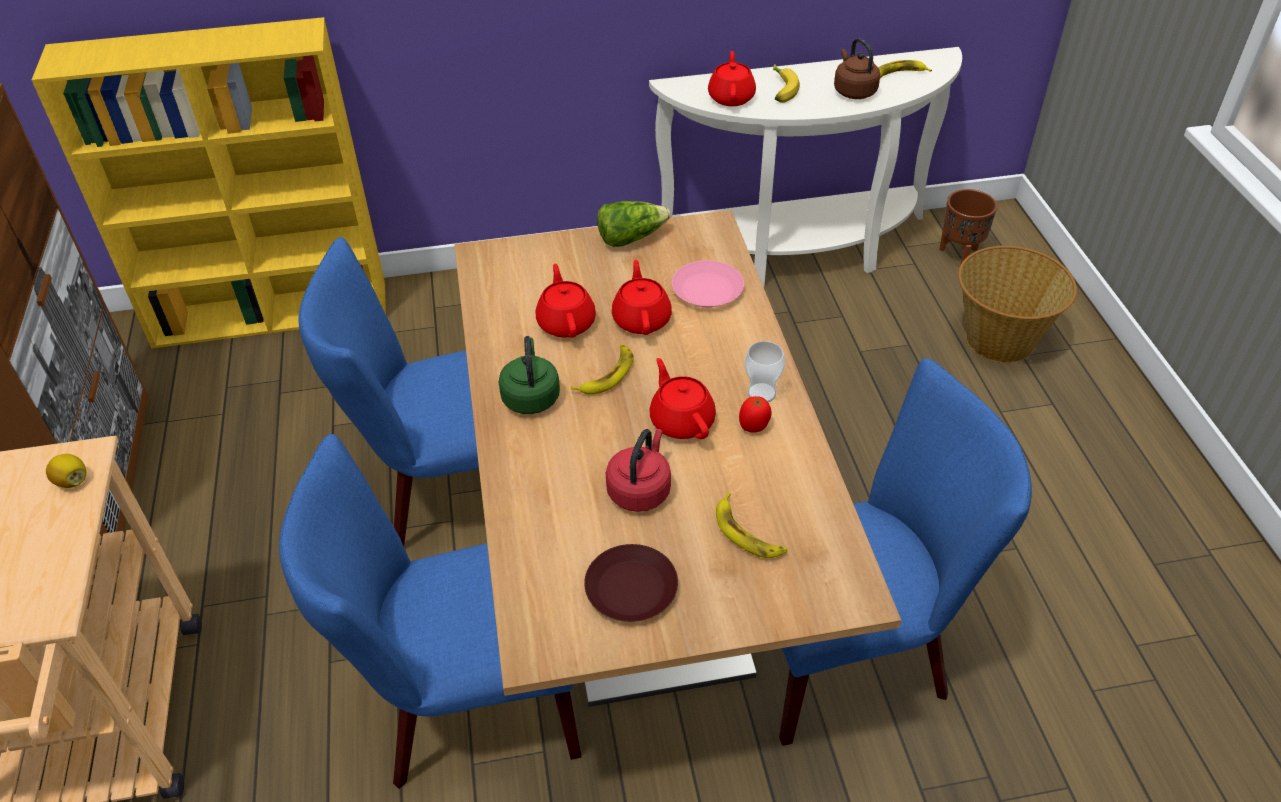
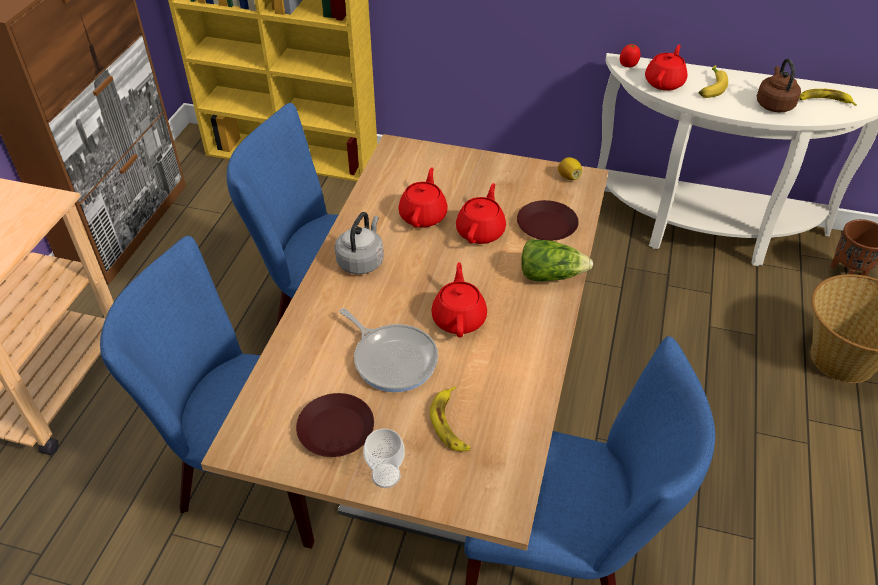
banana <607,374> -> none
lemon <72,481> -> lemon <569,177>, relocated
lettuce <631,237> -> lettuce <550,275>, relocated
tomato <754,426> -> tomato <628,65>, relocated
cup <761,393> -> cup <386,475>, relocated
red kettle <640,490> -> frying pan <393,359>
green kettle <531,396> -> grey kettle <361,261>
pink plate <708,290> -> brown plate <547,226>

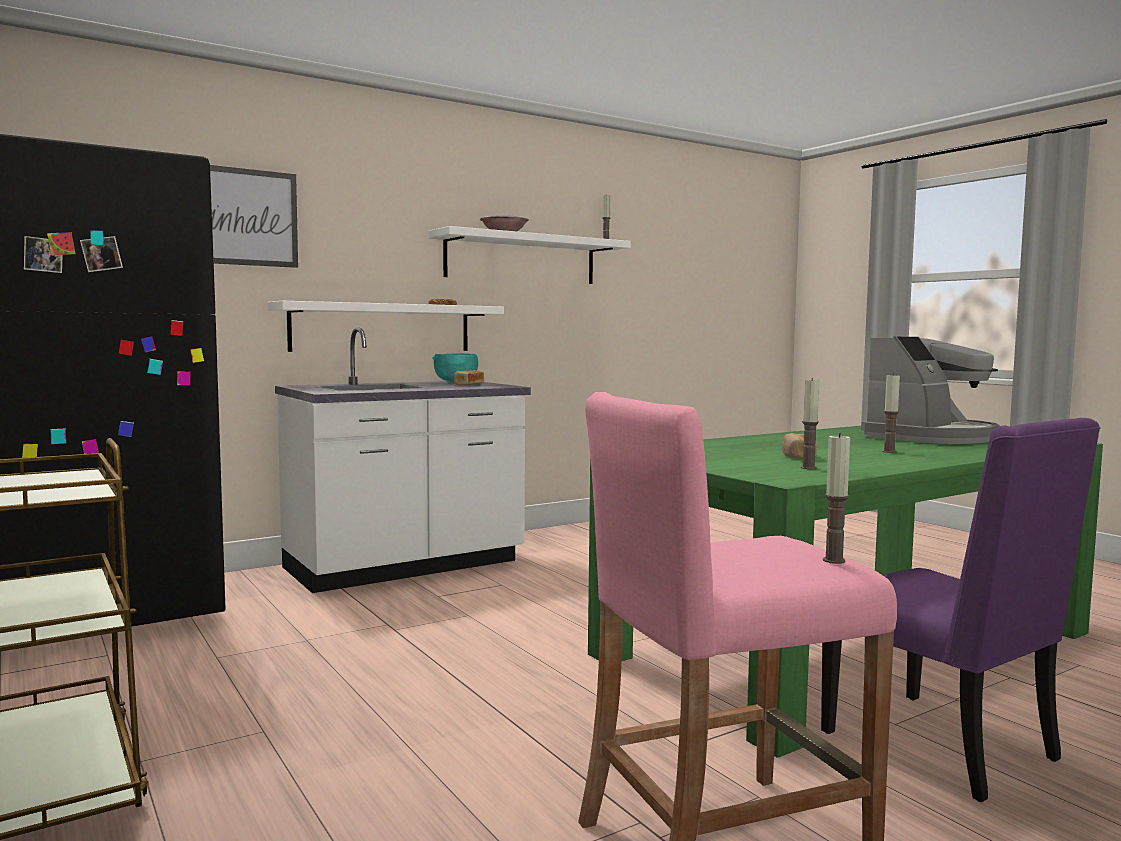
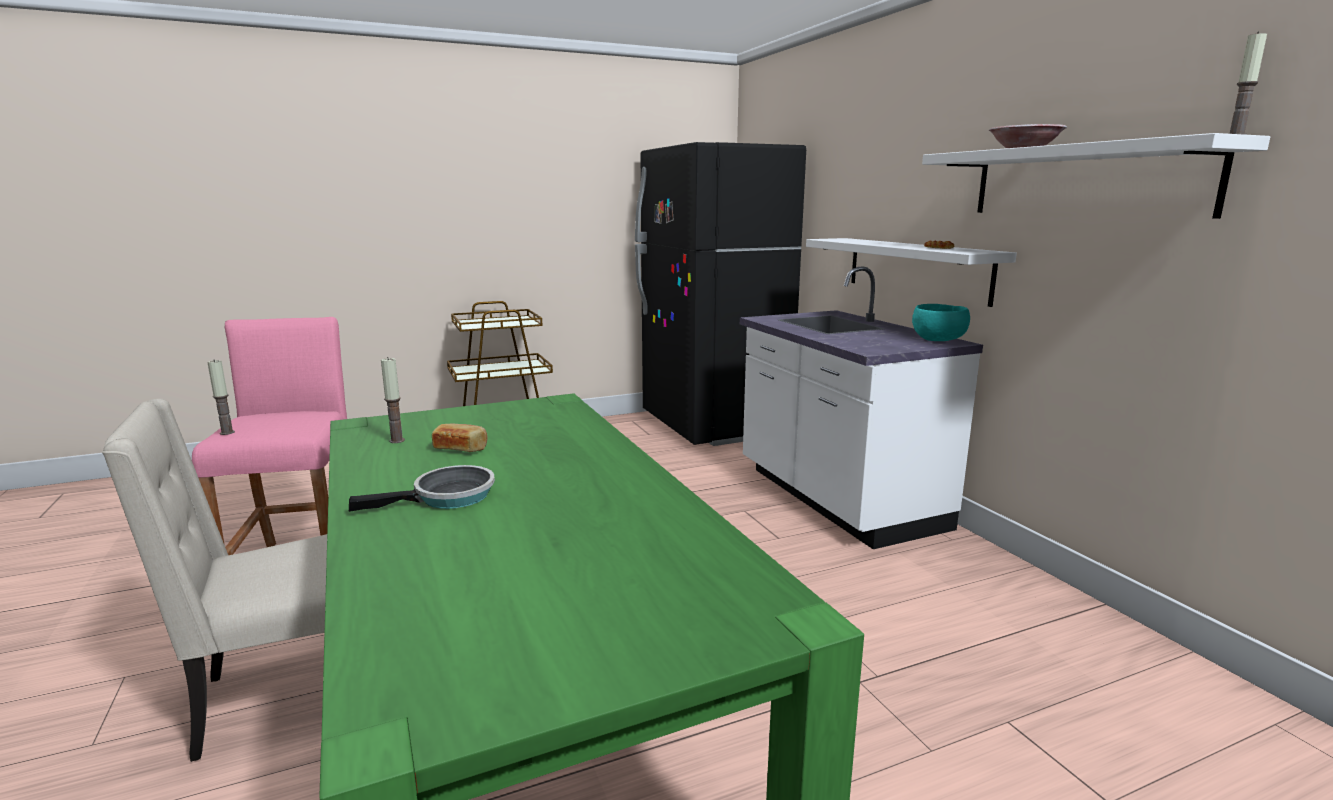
picture <248,217> -> none
bread <468,385> -> none
coffee machine <930,437> -> none
candle <889,452> -> frying pan <448,497>
purple chair <944,747> -> beige chair <284,697>

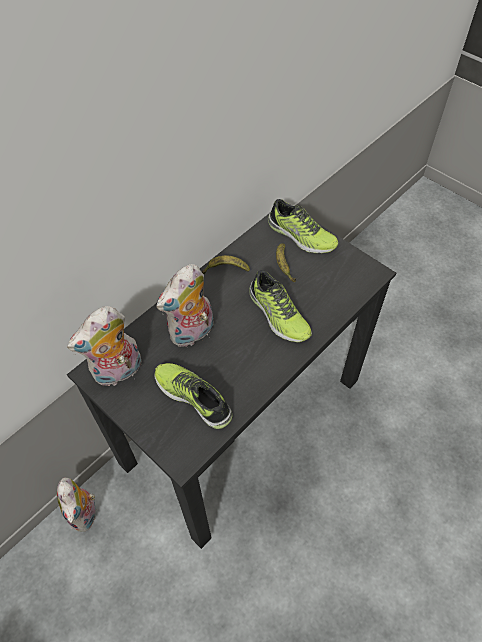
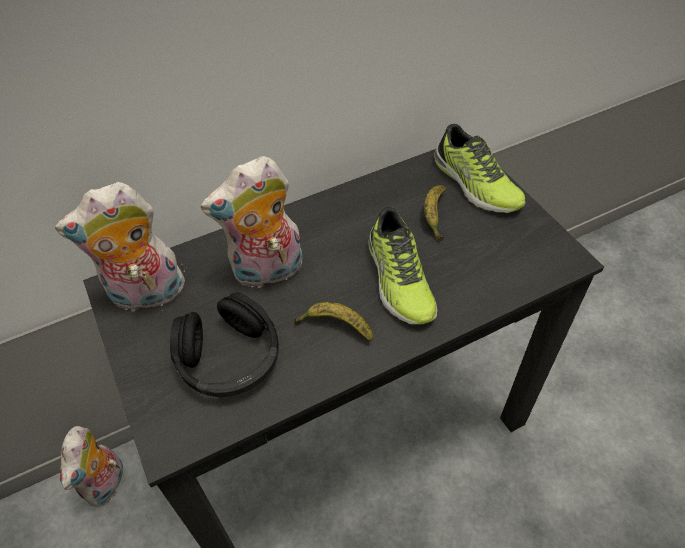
banana <225,269> -> banana <335,326>, relocated
shoe <194,396> -> black headphones <229,358>

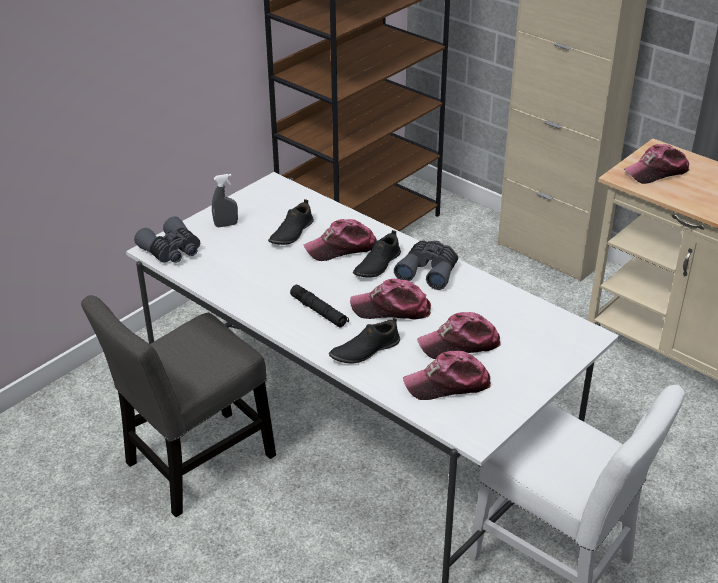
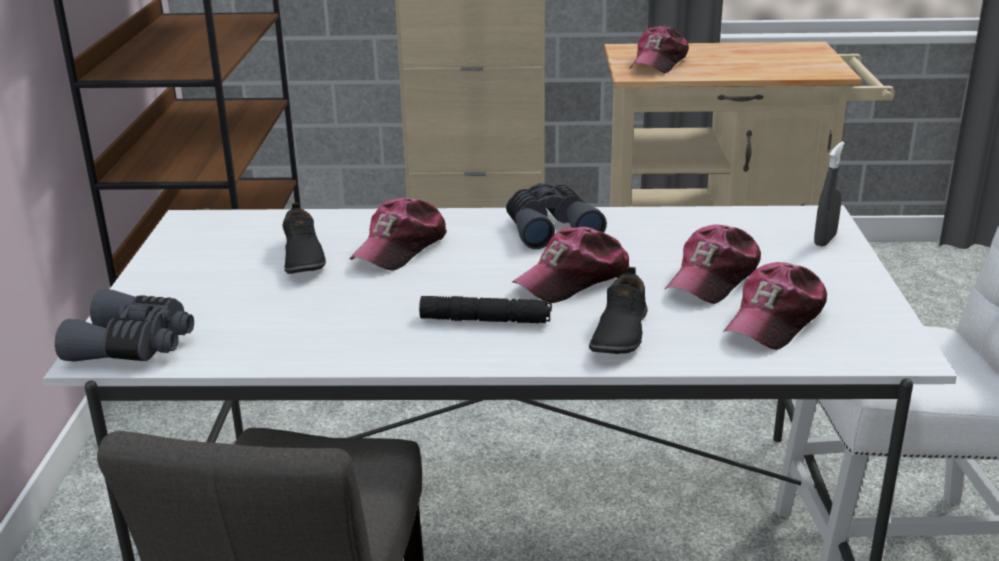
black shoe <377,265> -> none
grey spray bottle <226,225> -> grey spray bottle <825,240>, relocated

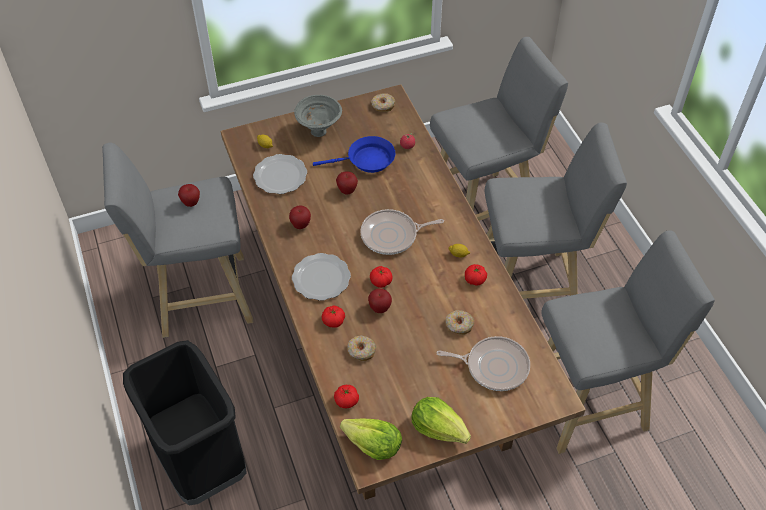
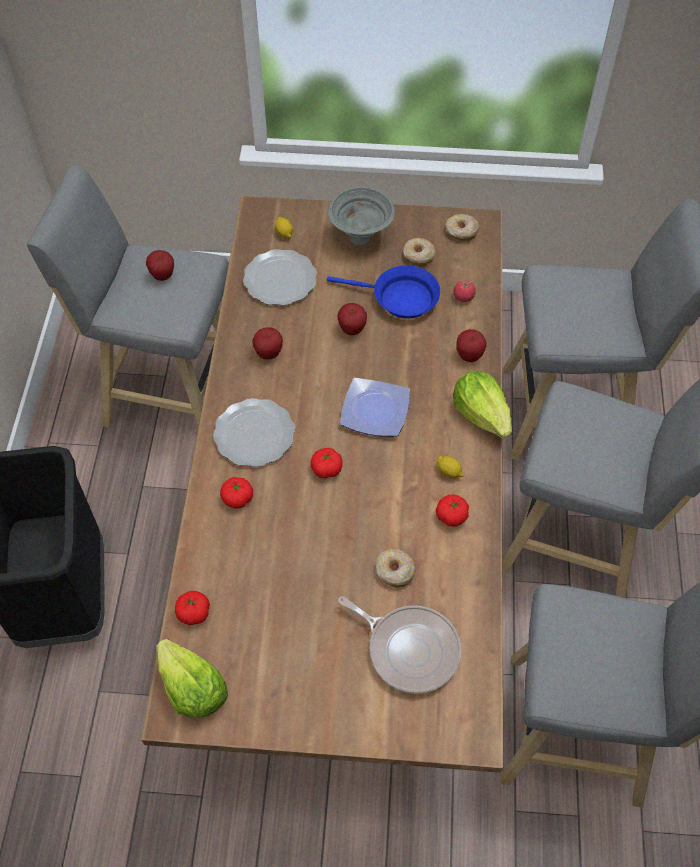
donut <361,351> -> donut <418,256>, relocated
apple <379,308> -> apple <469,356>, relocated
lettuce <439,428> -> lettuce <482,414>, relocated
frying pan <392,235> -> plate <376,412>

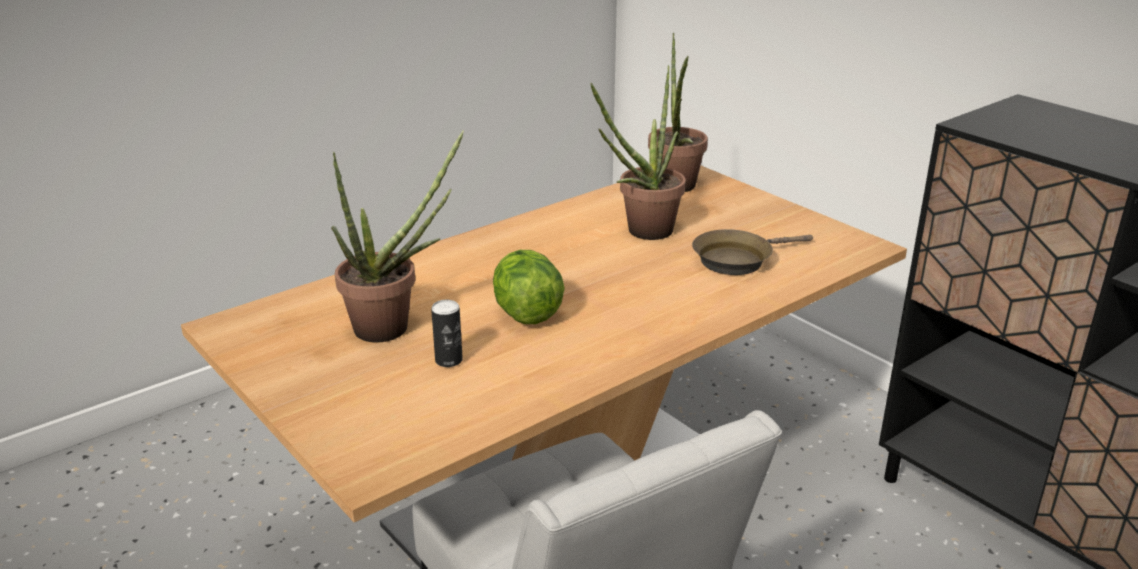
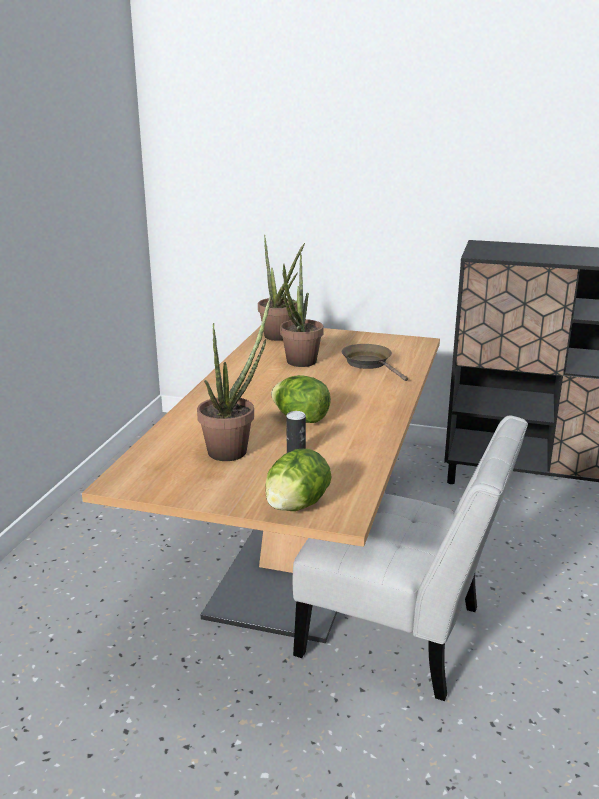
none -> lettuce <296,506>
brown frying pan <737,259> -> brown frying pan <369,363>, 120 degrees clockwise

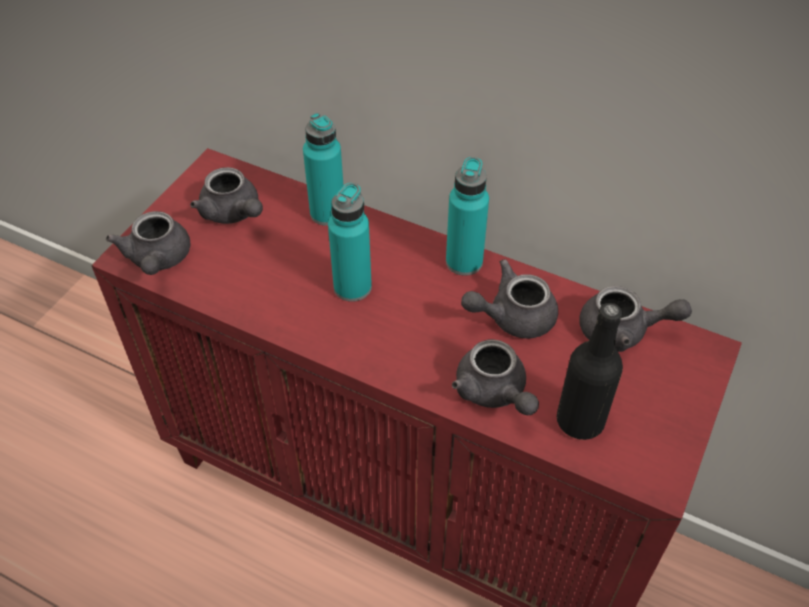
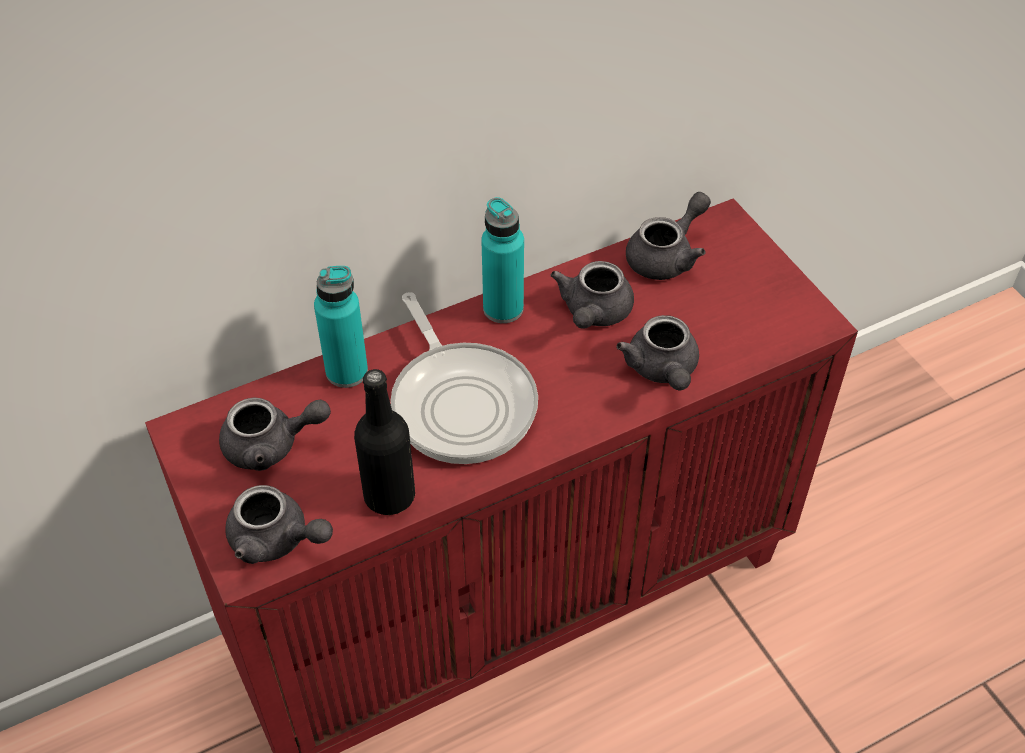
black bottle <580,421> -> black bottle <389,496>, relocated
turquoise bottle <352,287> -> frying pan <461,402>
grey teapot <494,393> -> grey teapot <662,370>, 75 degrees clockwise

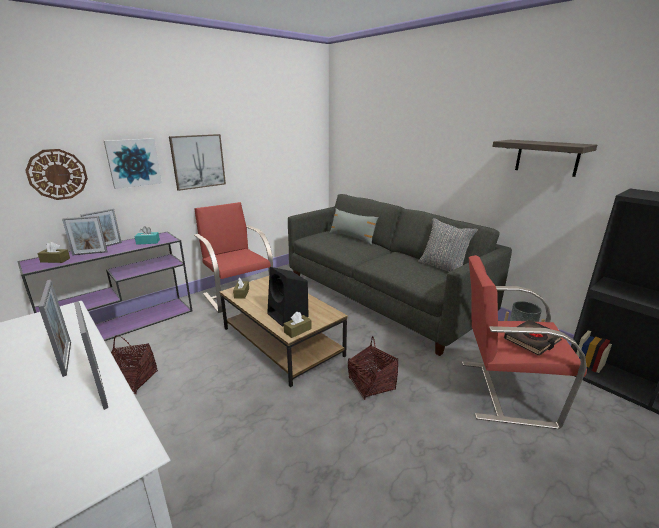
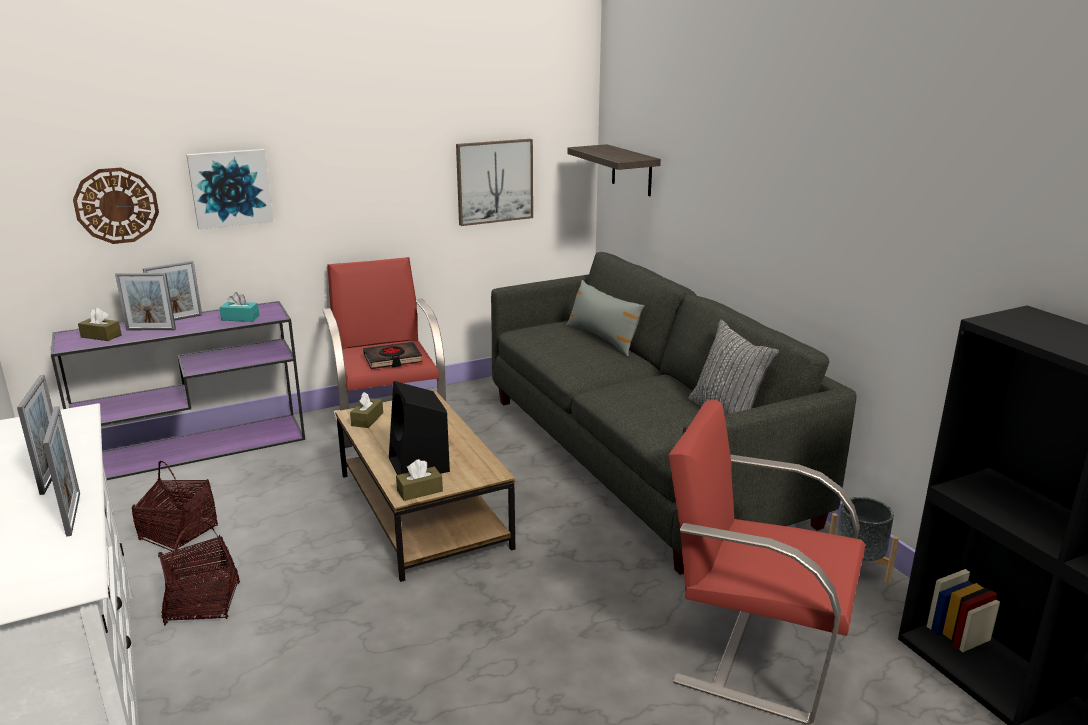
picture <198,161> -> picture <494,181>, relocated
basket <371,384> -> basket <203,603>, relocated
shelf <547,157> -> shelf <631,170>, relocated
black book <532,340> -> black book <392,359>, relocated

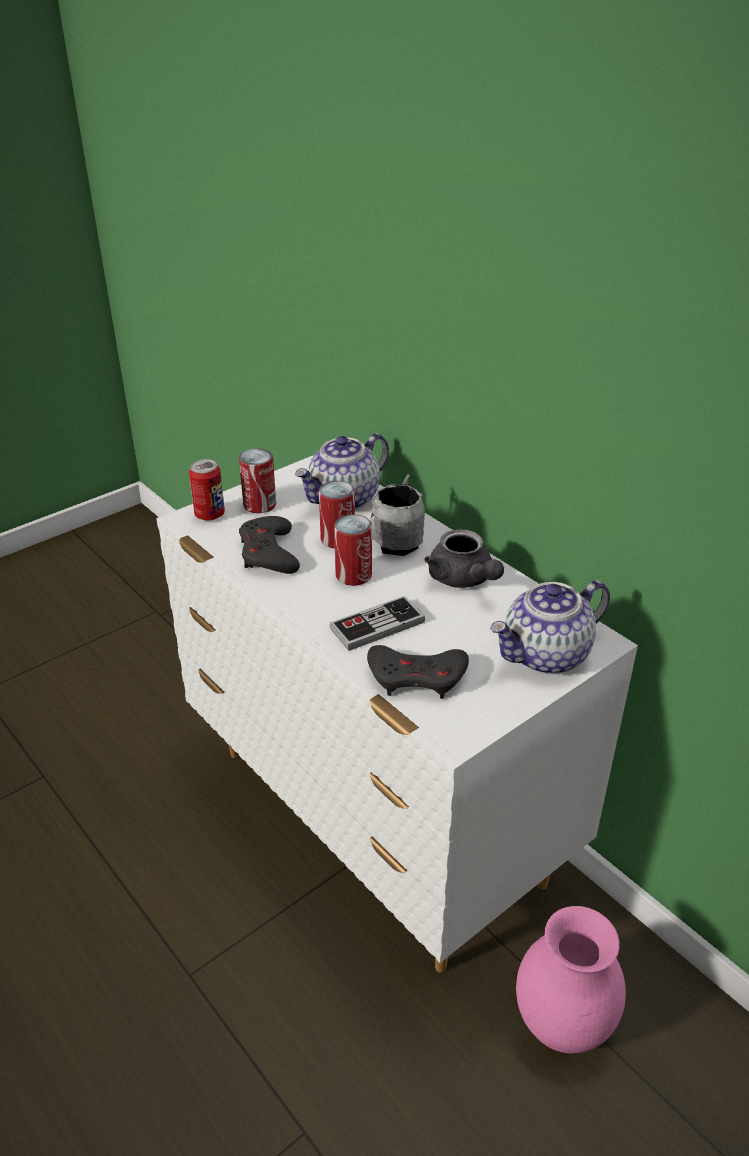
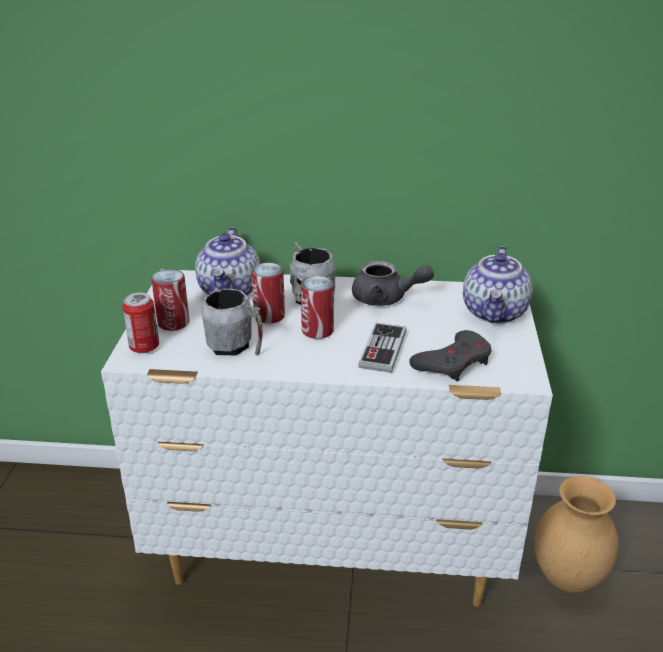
grey game controller <269,553> -> grey mug <235,347>
pink vase <563,1027> -> brown vase <568,578>

